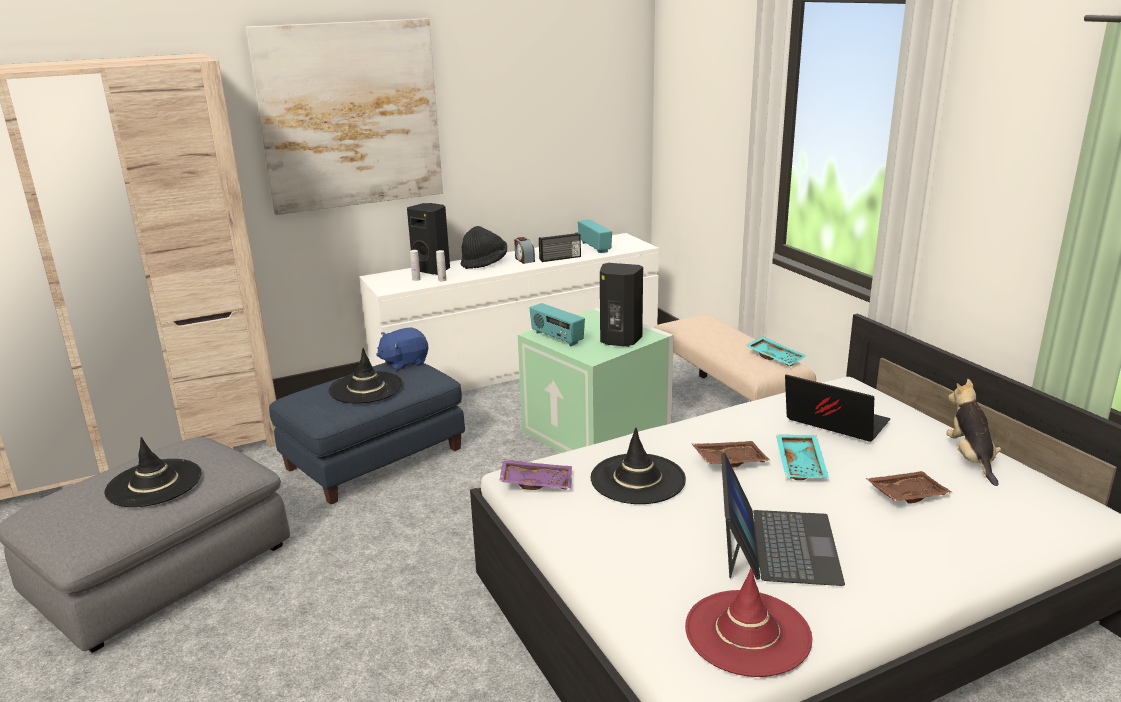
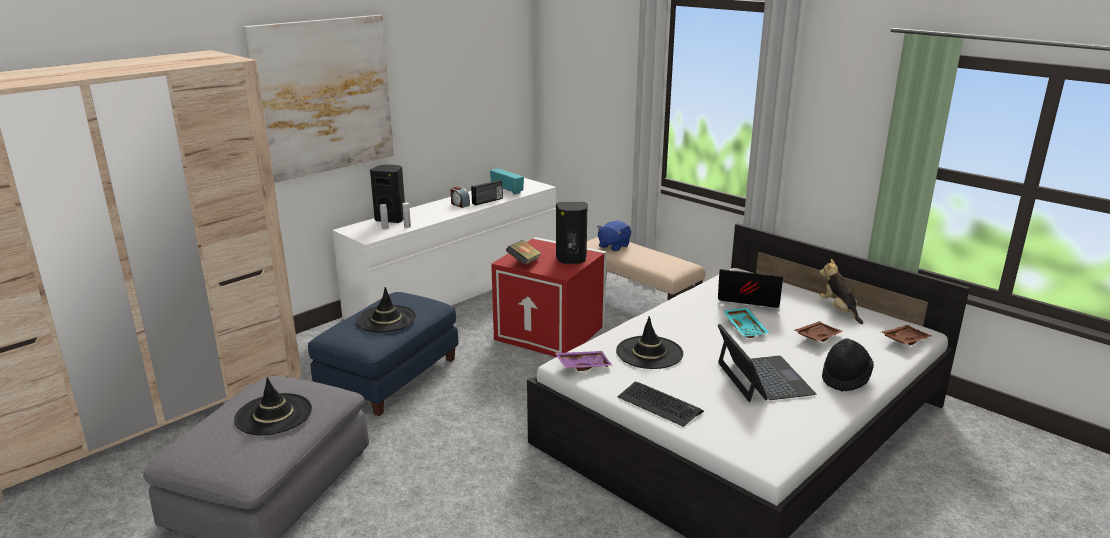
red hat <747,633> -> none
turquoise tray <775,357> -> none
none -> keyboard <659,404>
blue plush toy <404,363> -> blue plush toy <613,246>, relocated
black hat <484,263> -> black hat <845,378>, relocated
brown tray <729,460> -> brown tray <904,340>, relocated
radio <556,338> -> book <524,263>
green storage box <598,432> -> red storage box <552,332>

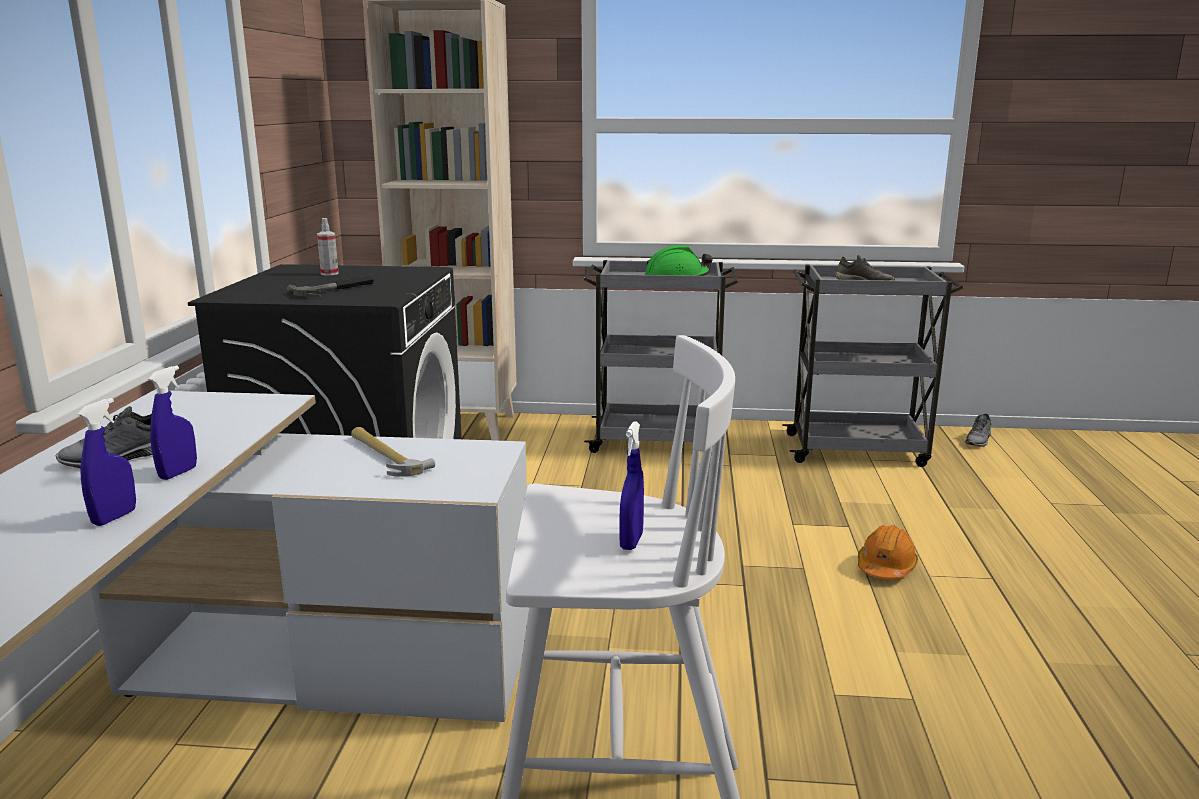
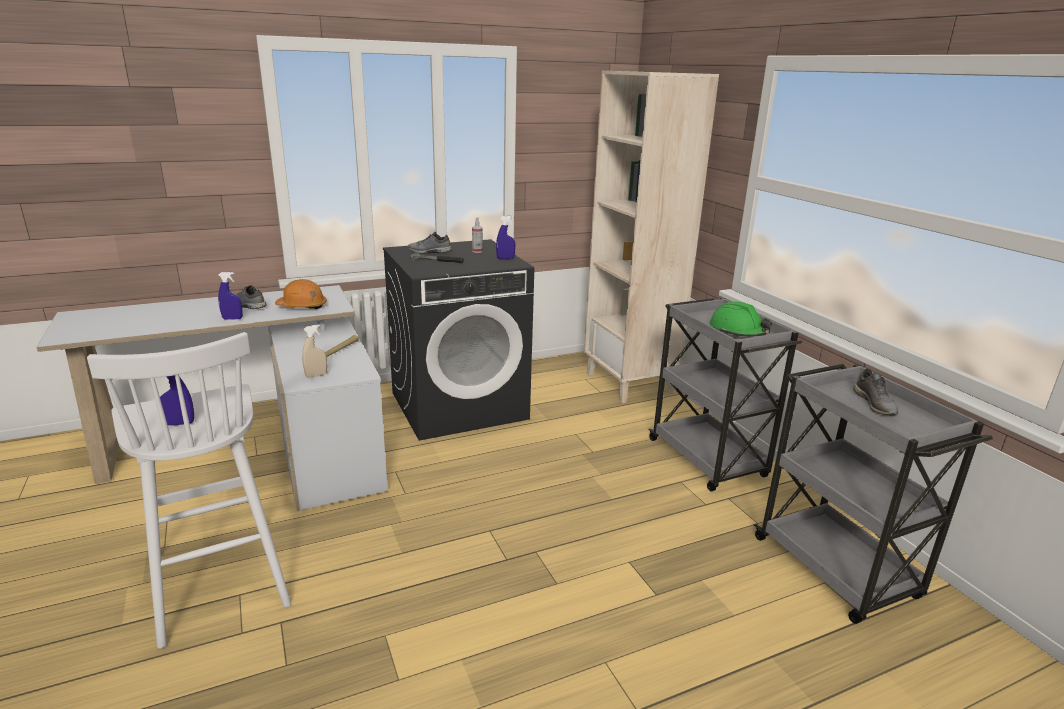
none -> beige spray bottle <316,375>
blue spray bottle <114,517> -> blue spray bottle <505,258>, relocated
orange hard hat <886,567> -> orange hard hat <302,306>, relocated
grey shoe <979,440> -> grey shoe <429,252>, relocated

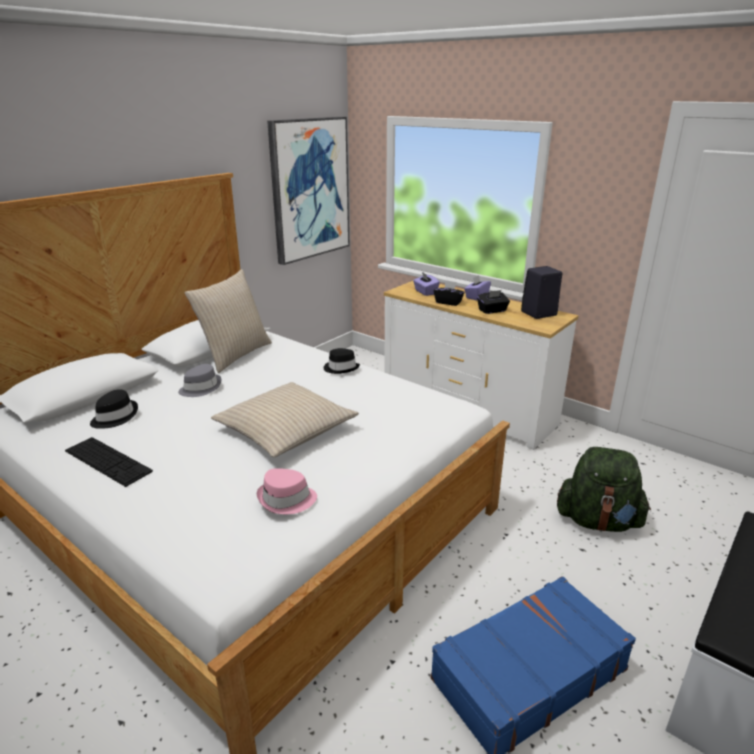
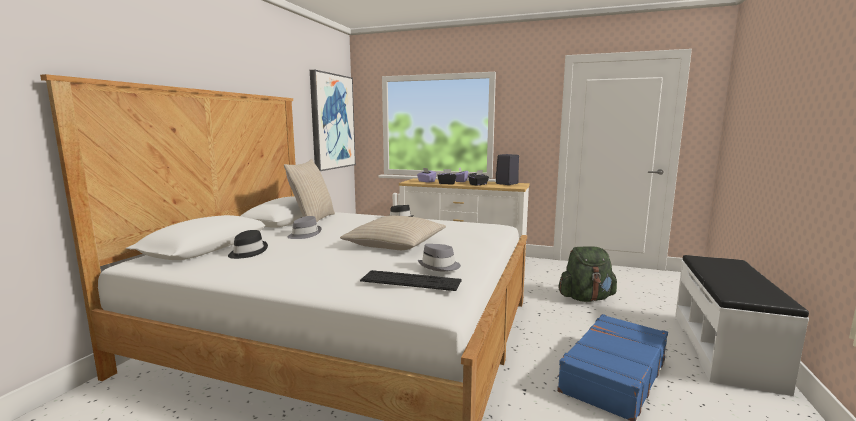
keyboard <107,461> -> keyboard <410,281>, relocated
pink hat <287,500> -> grey hat <439,266>

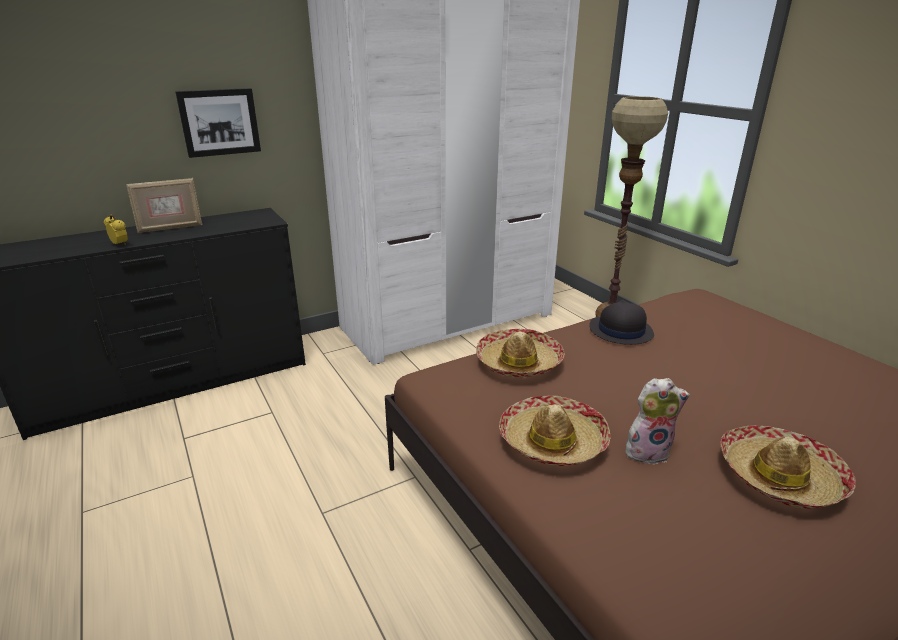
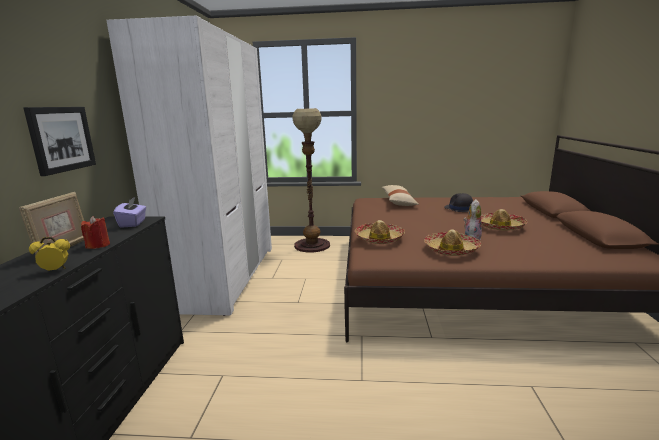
none -> red candle <98,245>
none -> purple tissue box <133,223>
none -> beige pillow <398,202>
black hat <620,331> -> black hat <460,208>, relocated

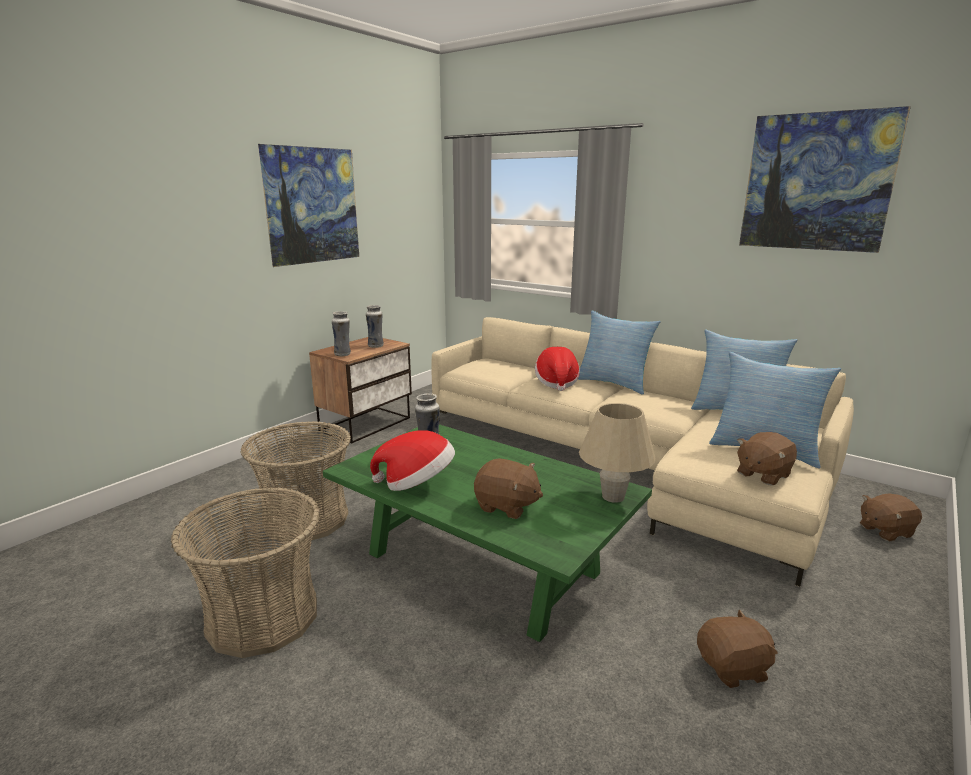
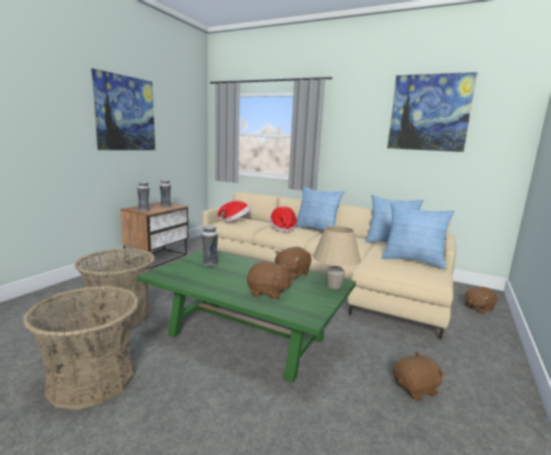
hat <417,483> -> hat <235,221>, relocated
brown plush toy <762,474> -> brown plush toy <291,274>, relocated

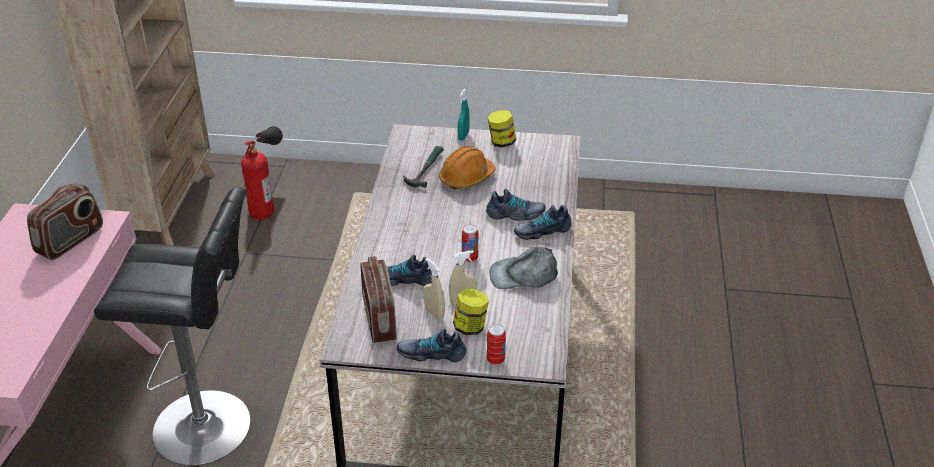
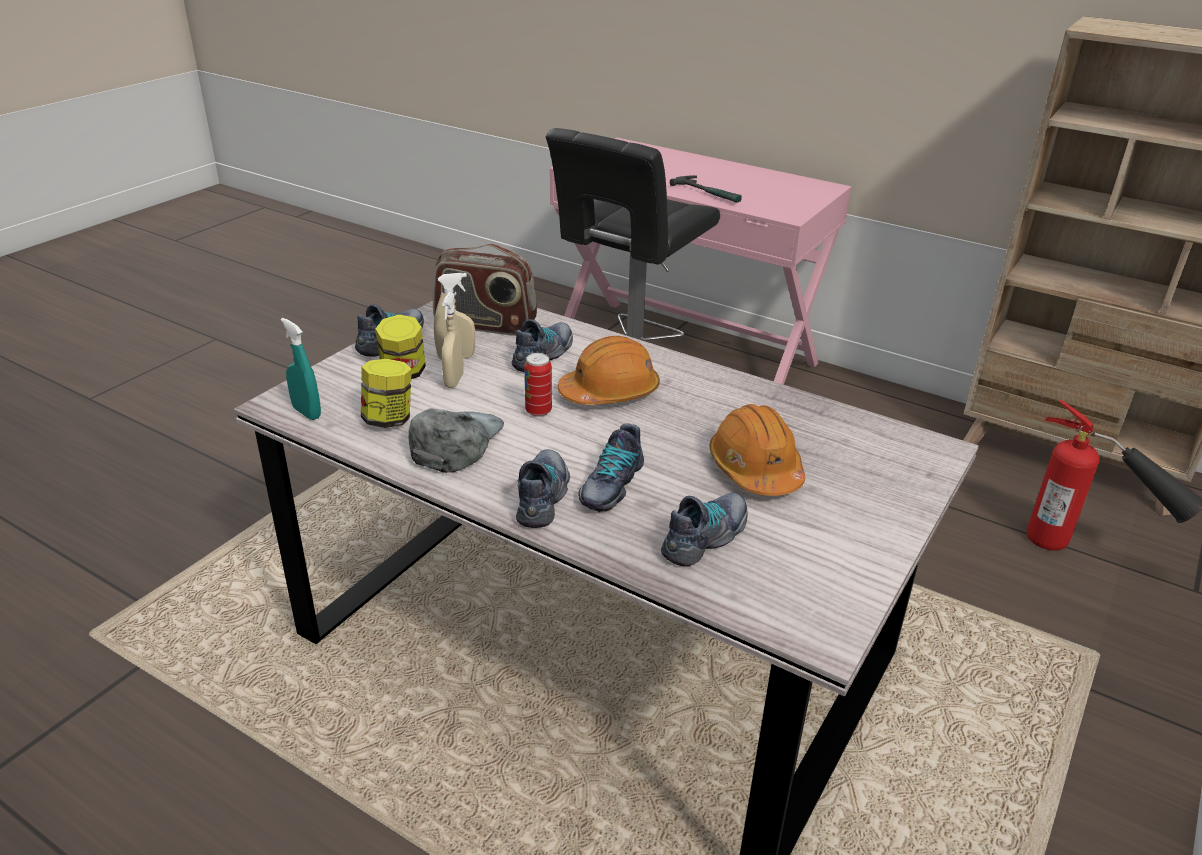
radio <70,241> -> none
can <495,360> -> none
none -> orange hard hat <610,392>
none -> shoe <706,537>
hammer <425,169> -> hammer <708,193>, relocated
turquoise spray bottle <463,136> -> turquoise spray bottle <307,412>, relocated
jar <501,142> -> jar <389,419>, relocated

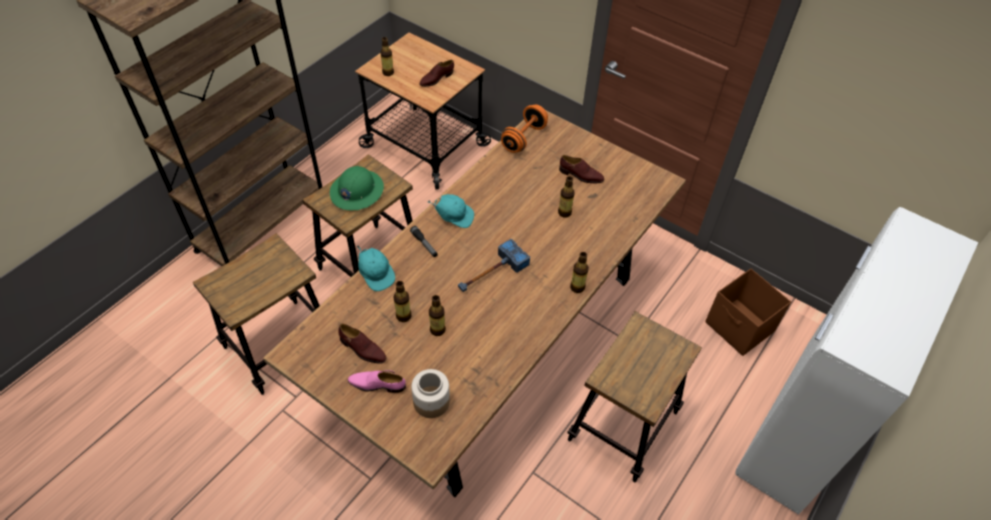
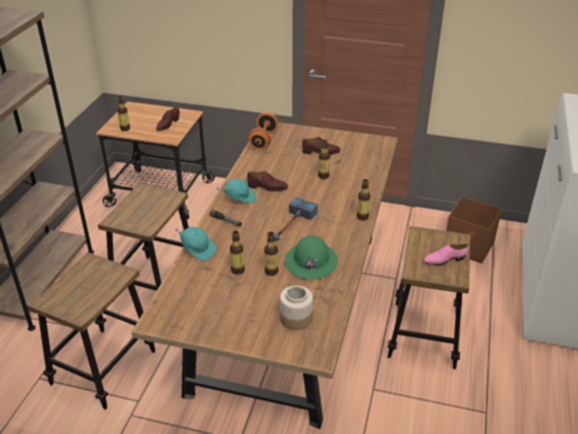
green hard hat <356,191> -> green hard hat <310,262>, relocated
brown shoe <362,349> -> brown shoe <267,187>, relocated
pink shoe <377,384> -> pink shoe <444,260>, relocated

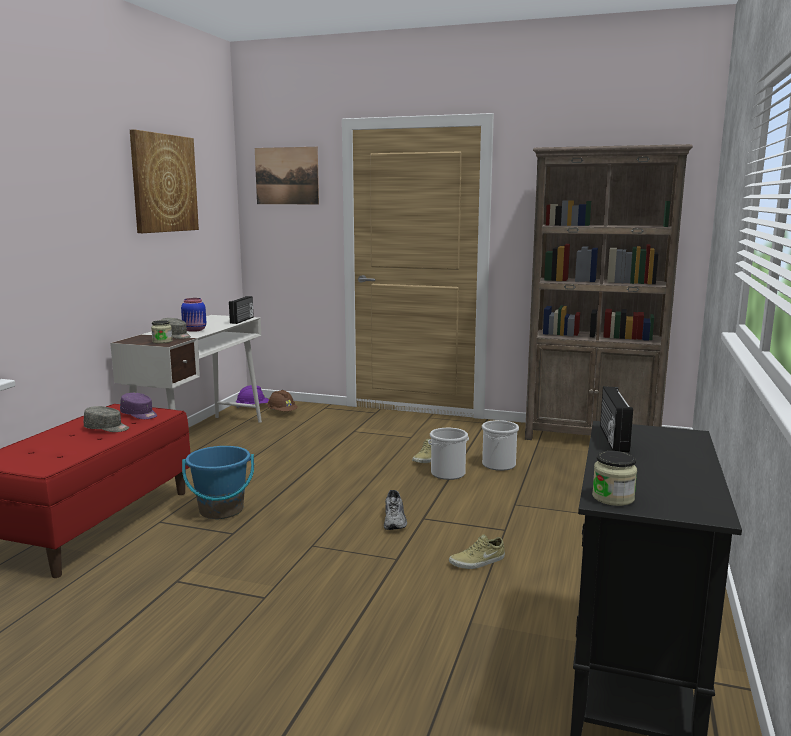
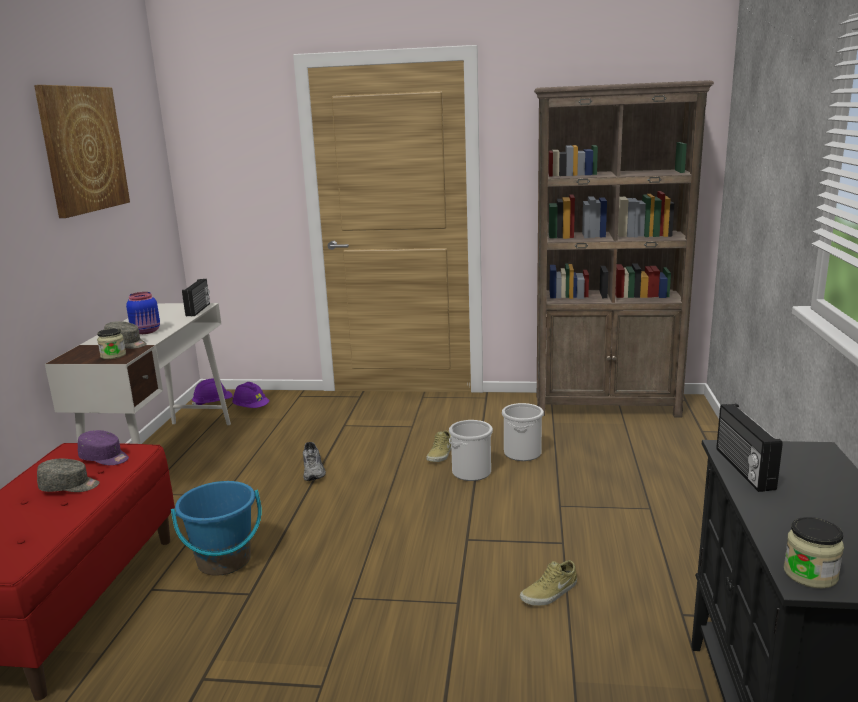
picture <286,176> -> none
grey shoe <395,520> -> grey shoe <314,471>, relocated
brown hard hat <282,412> -> purple hard hat <251,408>

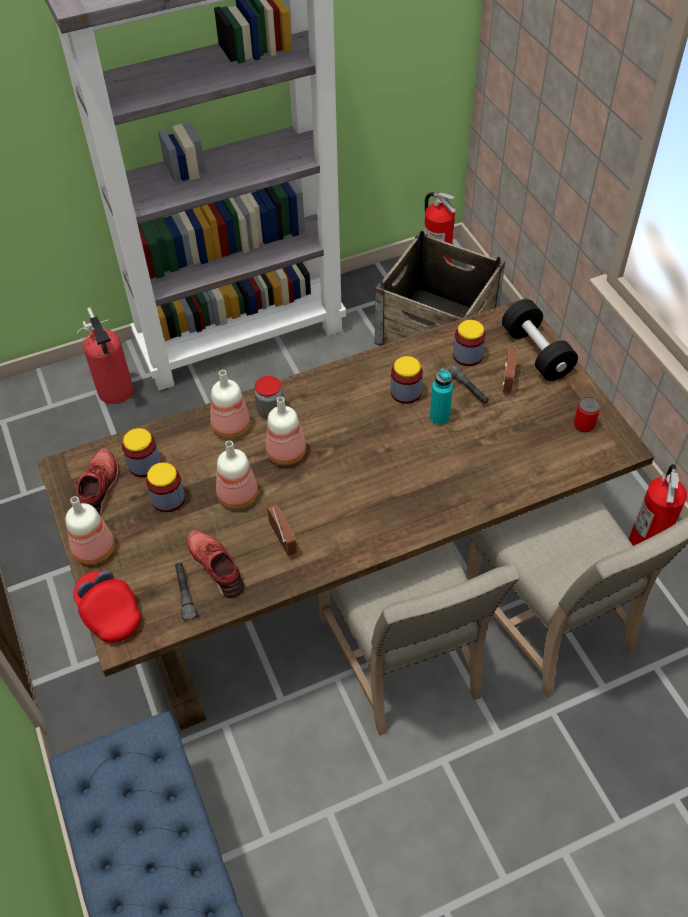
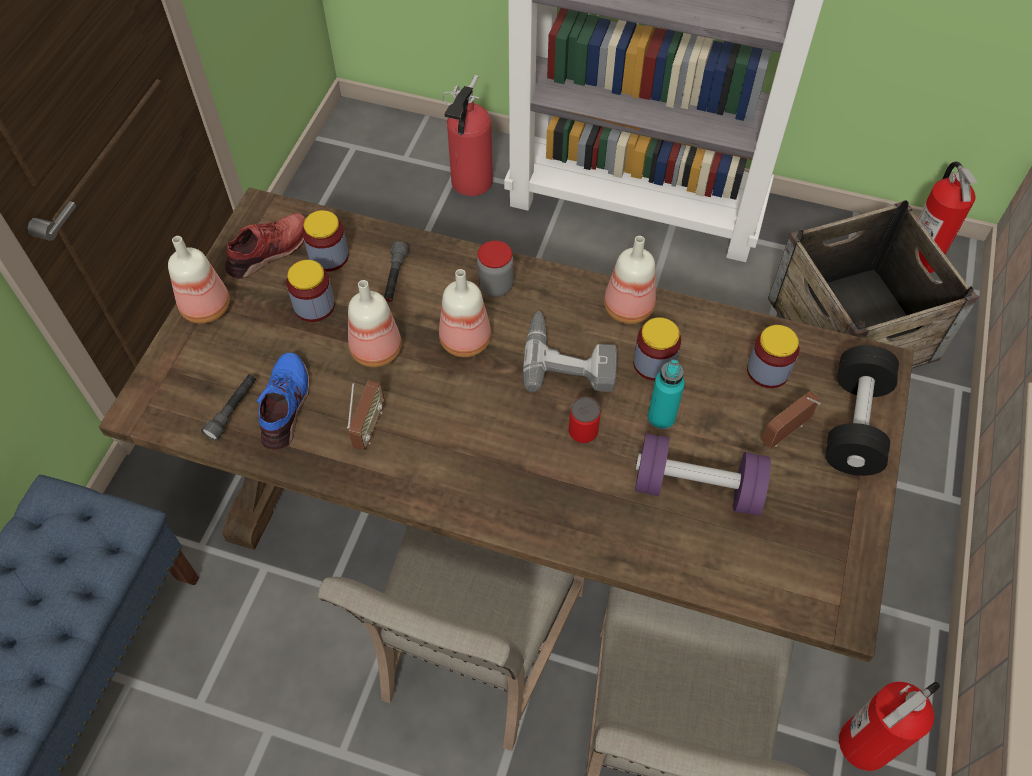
red cap <109,612> -> none
none -> power drill <569,358>
none -> purple dumbbell <697,487>
bottle <231,428> -> bottle <627,309>, relocated
grey flashlight <468,389> -> grey flashlight <395,278>, relocated
can <584,425> -> can <583,432>, relocated
red shoe <217,566> -> blue shoe <286,406>

